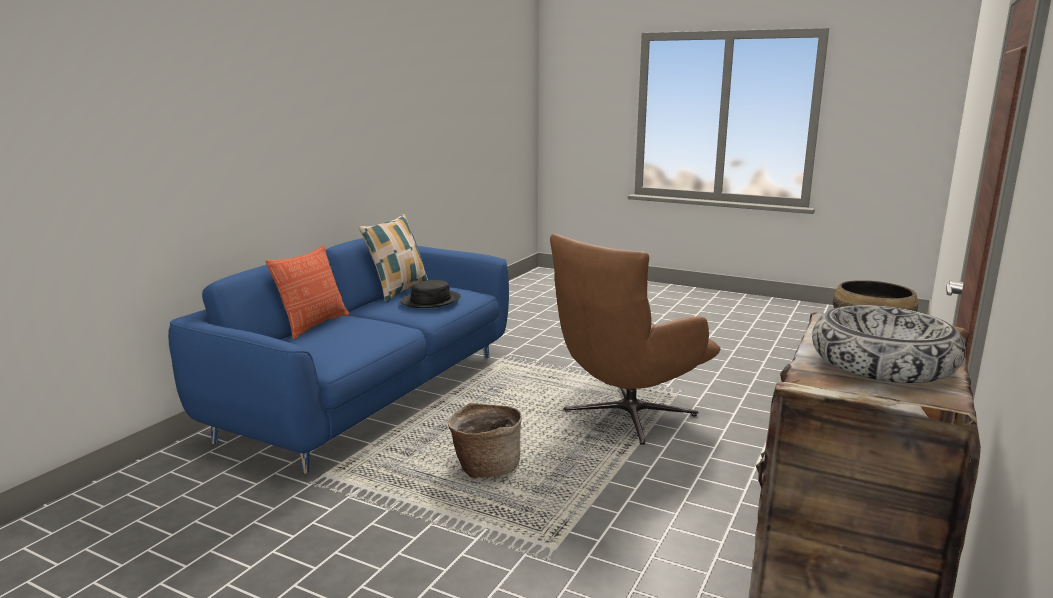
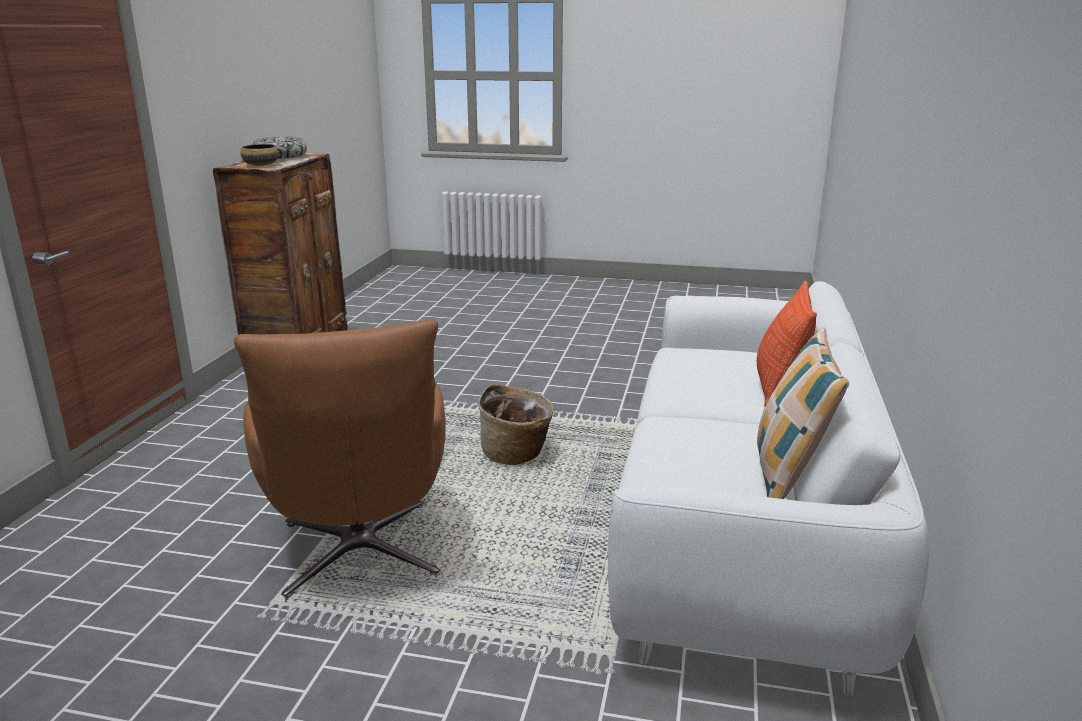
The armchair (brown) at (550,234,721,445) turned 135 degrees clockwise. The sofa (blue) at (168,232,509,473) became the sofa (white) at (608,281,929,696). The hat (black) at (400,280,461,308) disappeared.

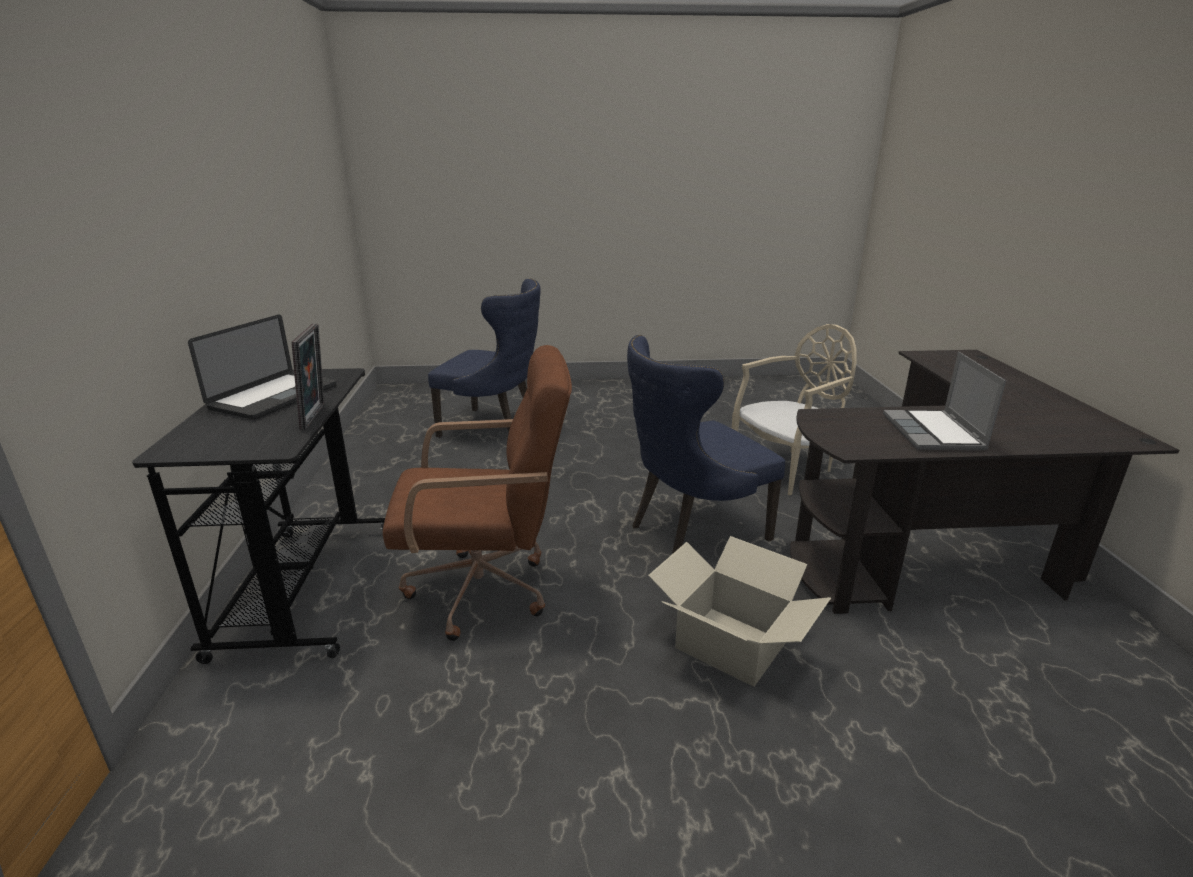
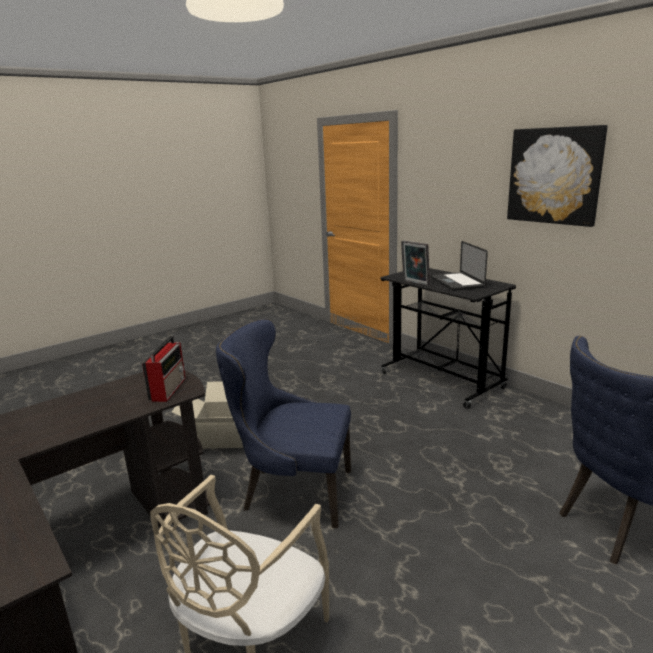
The radio at (142,336,186,402) appeared. The chair (blue) at (627,335,785,554) turned 105 degrees counterclockwise. The picture at (507,125,608,227) appeared. The office chair (brown) at (383,345,572,641) disappeared. The laptop at (883,352,1006,450) disappeared.

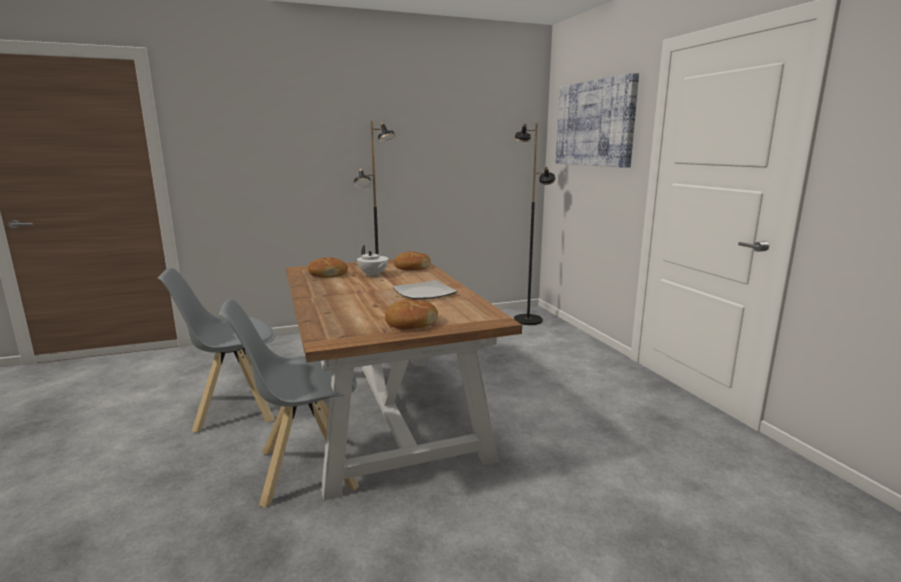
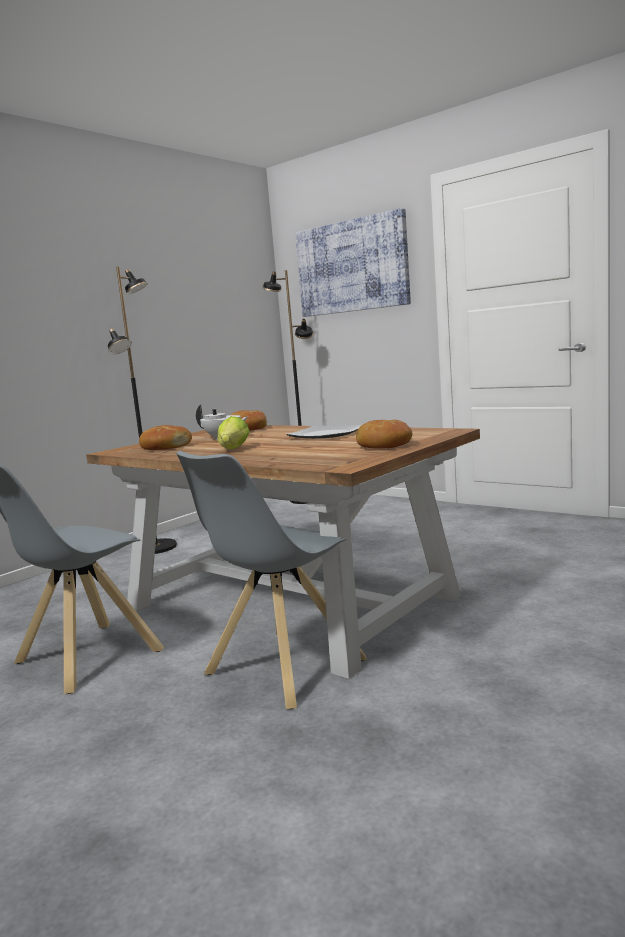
The lettuce at (218,416,250,449) appeared.

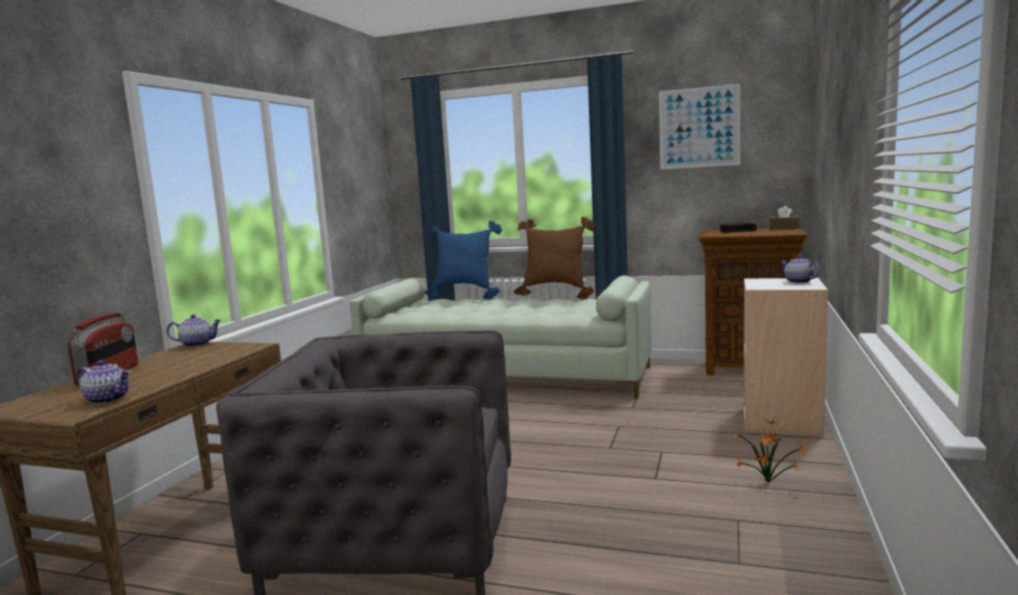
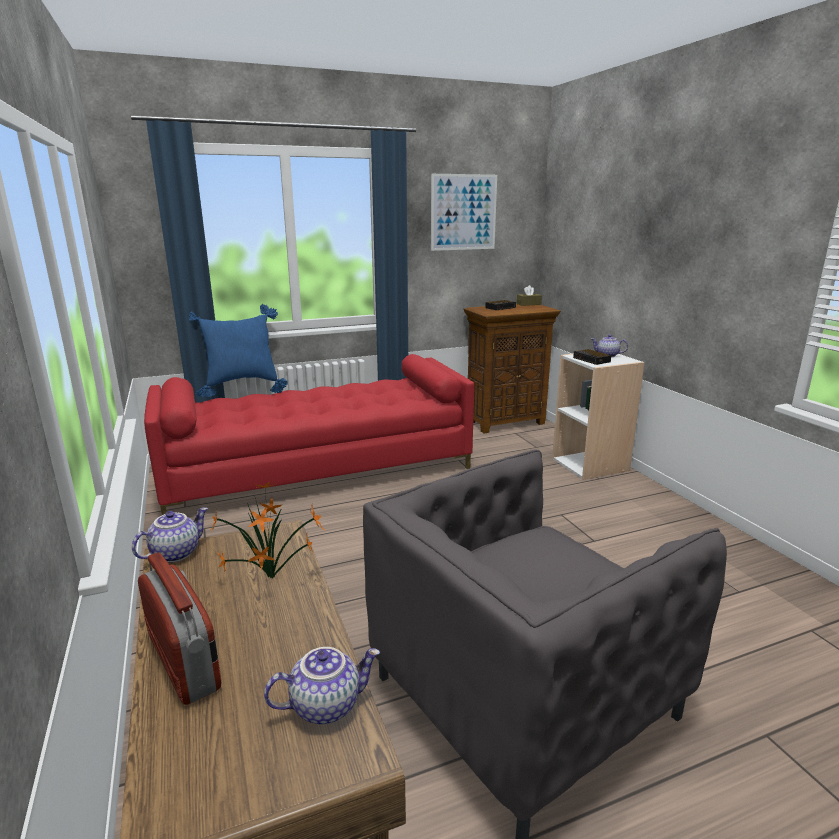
The sofa (white) at (350,275,652,399) became the sofa (red) at (144,354,474,515). The potted plant moved from (734,420,808,483) to (211,482,325,579). The alarm clock at (573,349,611,365) appeared. The pillow (brown) at (513,217,596,300) disappeared.

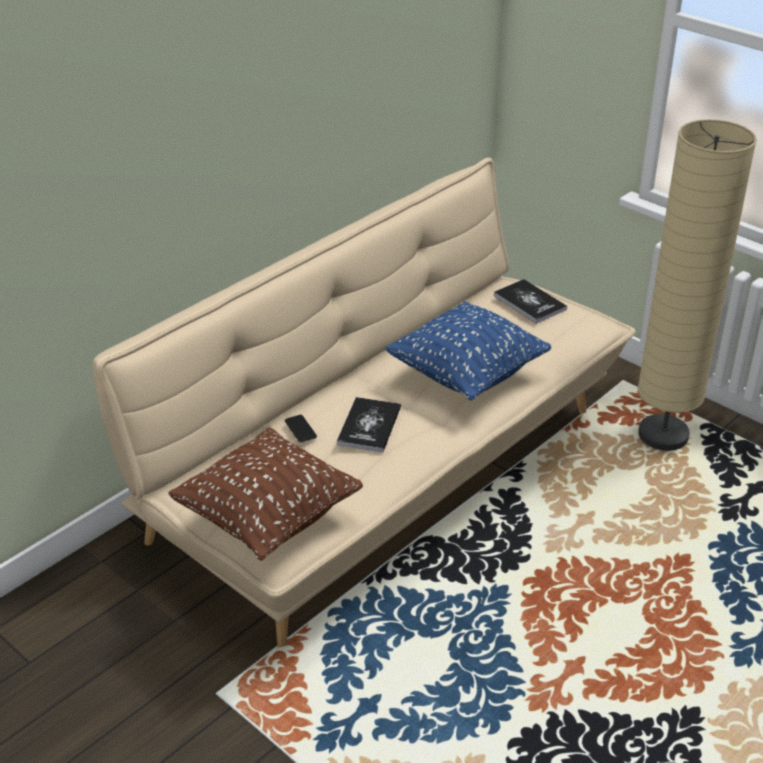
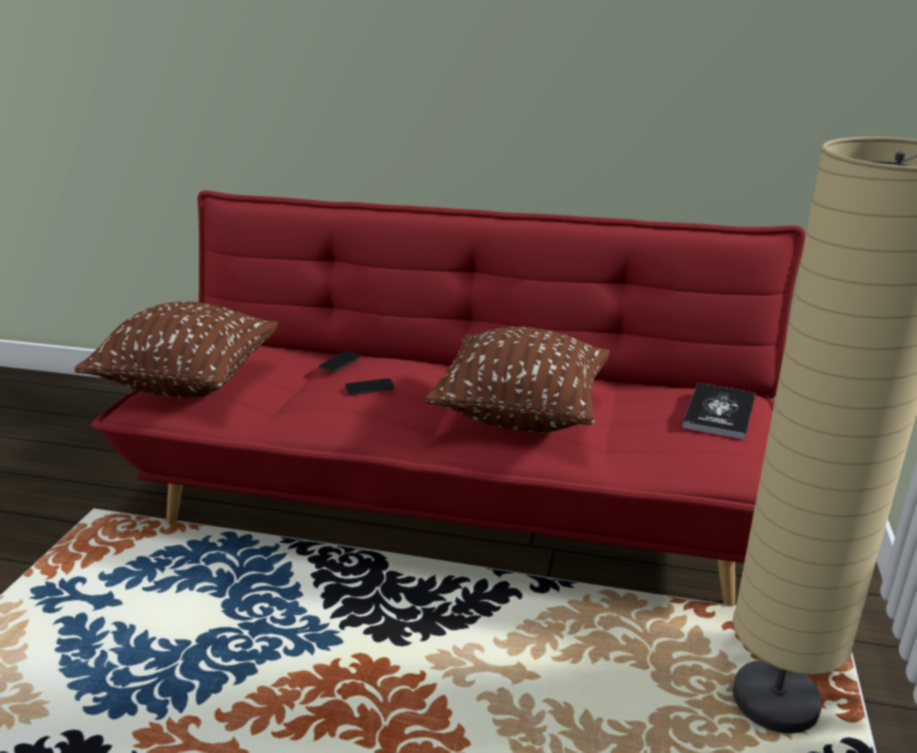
The sofa (beige) at (93,158,636,647) became the sofa (red) at (92,190,805,607). The book at (337,397,401,453) was replaced by the phone at (345,378,395,395). The pillow (blue) at (385,301,551,400) became the pillow (brown) at (425,327,609,432).

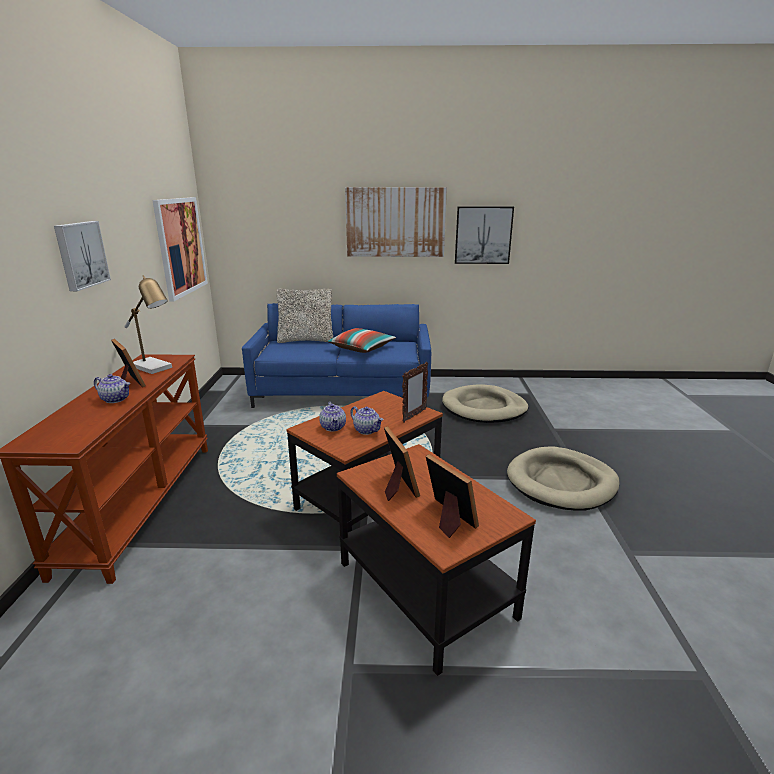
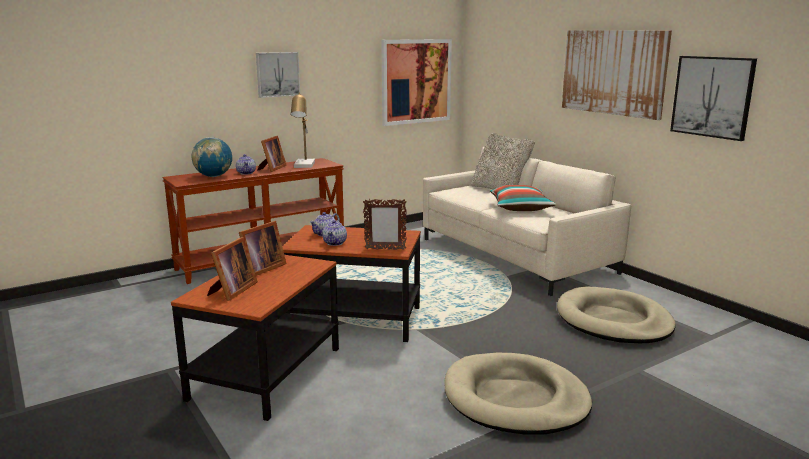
The globe at (192,137,232,177) appeared. The sofa (blue) at (242,303,431,408) became the sofa (beige) at (423,147,632,296).

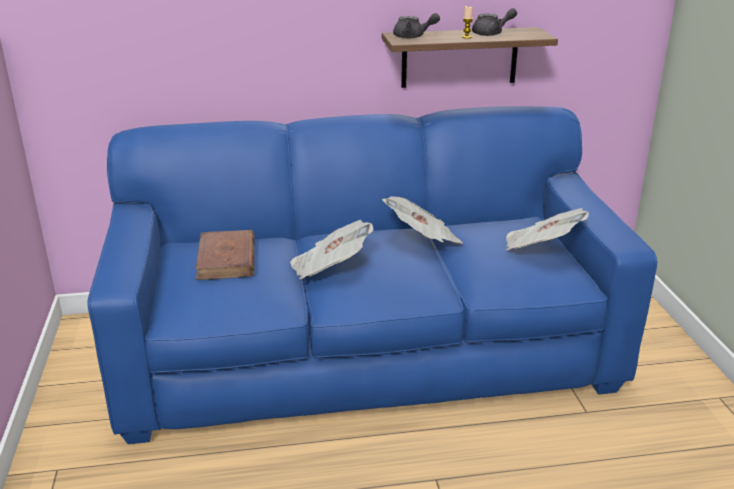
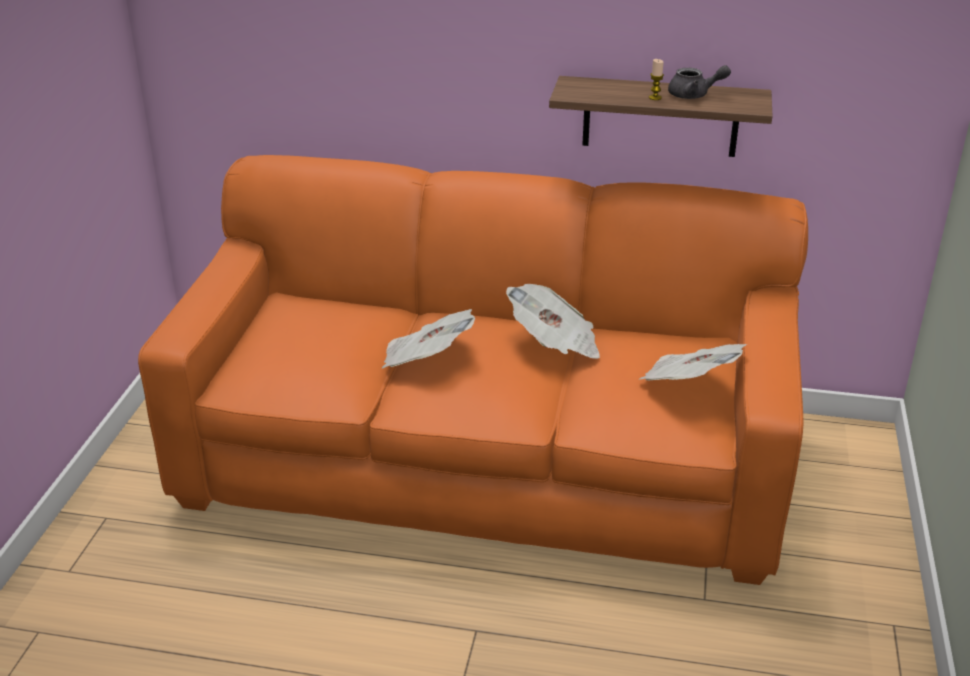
The sofa (blue) at (88,106,657,444) became the sofa (orange) at (138,155,808,585). The book (brown) at (196,230,254,280) disappeared. The teapot (grey) at (393,13,440,39) disappeared.

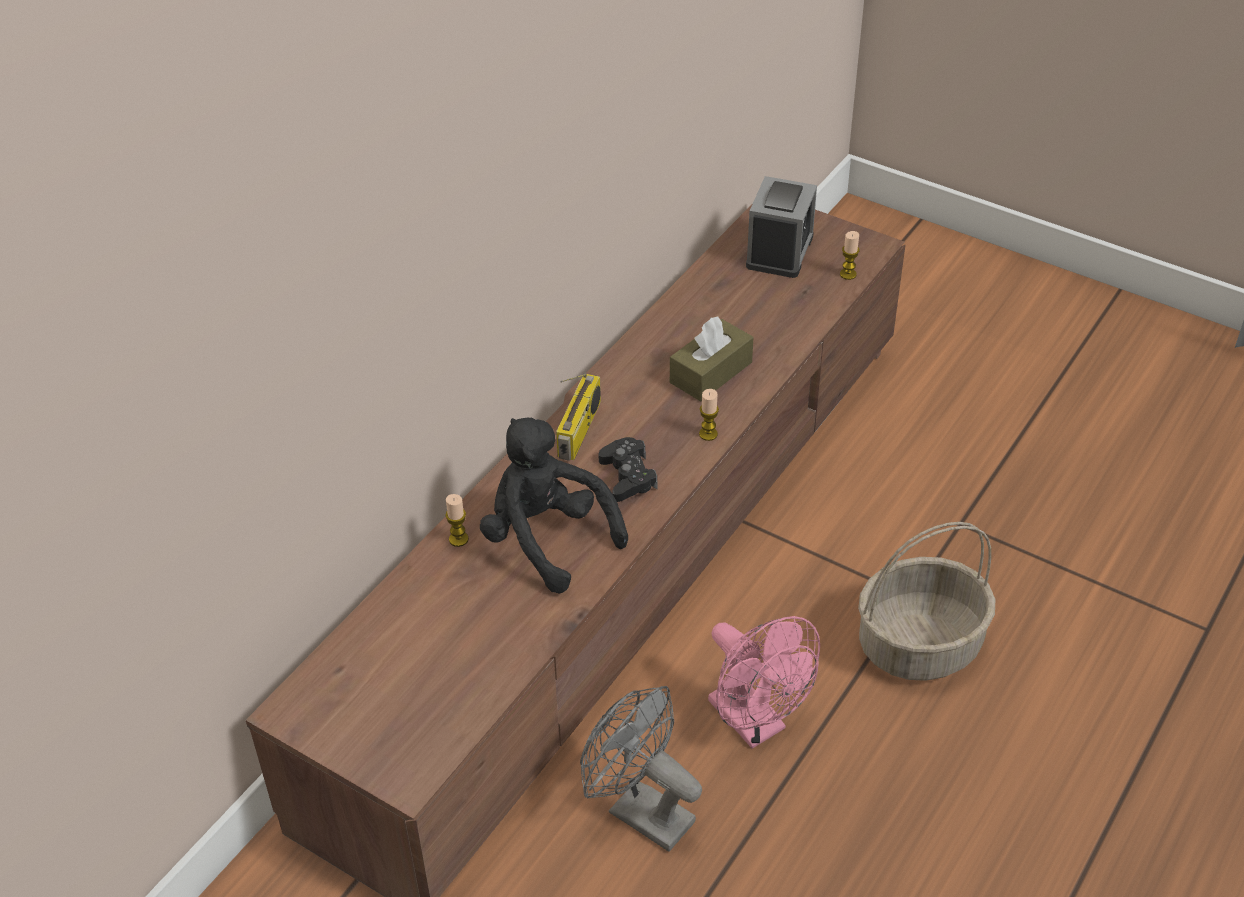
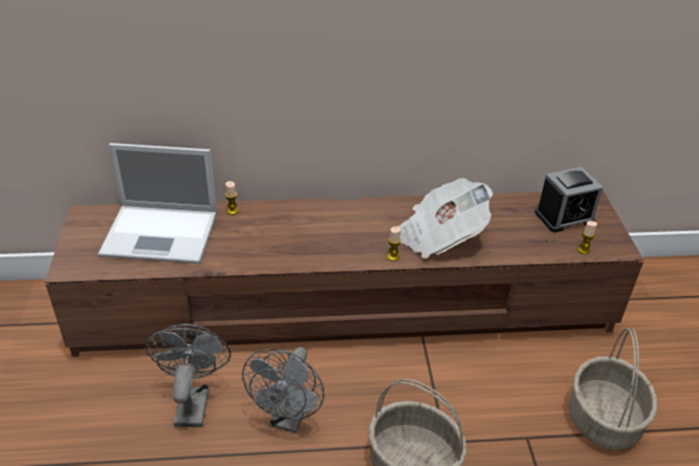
The laptop at (98,143,217,264) appeared. The fan (pink) at (708,616,820,749) became the fan (grey) at (242,347,324,433). The tissue box (brown) at (670,317,754,401) was replaced by the newspaper at (397,178,493,259). The basket at (569,328,657,450) appeared. The plush toy (black) at (480,417,628,594) disappeared. The radio at (556,373,601,461) disappeared. The game controller (black) at (598,437,658,502) disappeared.

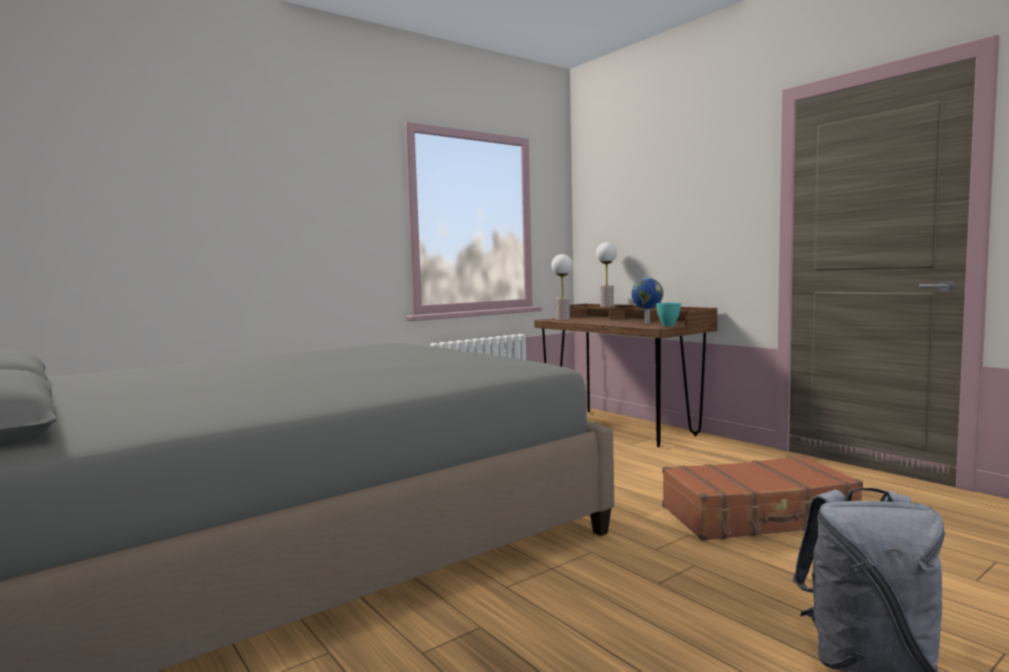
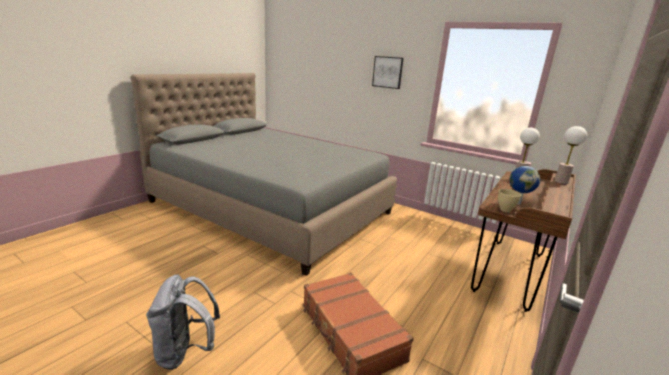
The picture at (372,56,404,89) appeared. The bowl (turquoise) at (656,303,681,326) became the bowl (beige) at (498,189,521,212).

